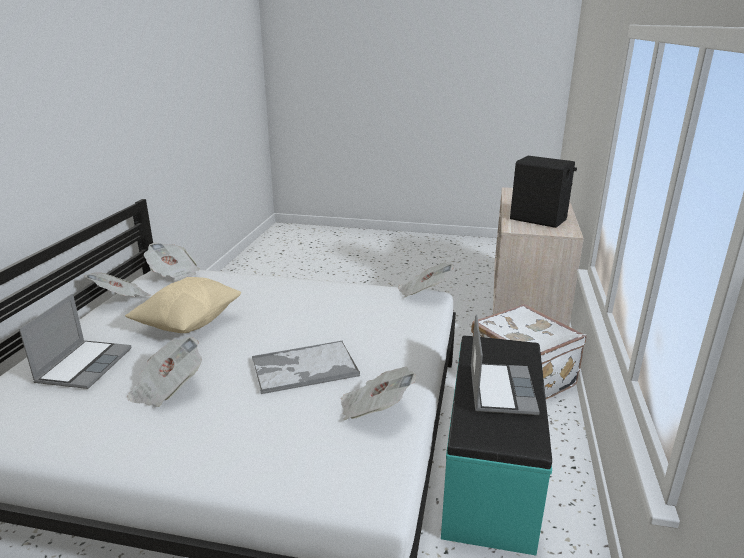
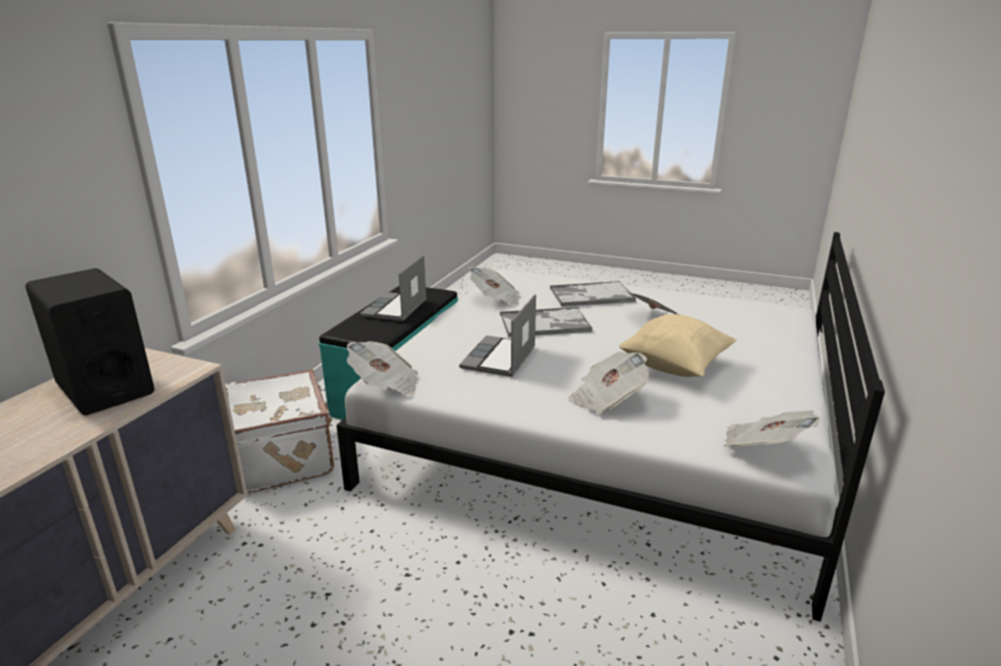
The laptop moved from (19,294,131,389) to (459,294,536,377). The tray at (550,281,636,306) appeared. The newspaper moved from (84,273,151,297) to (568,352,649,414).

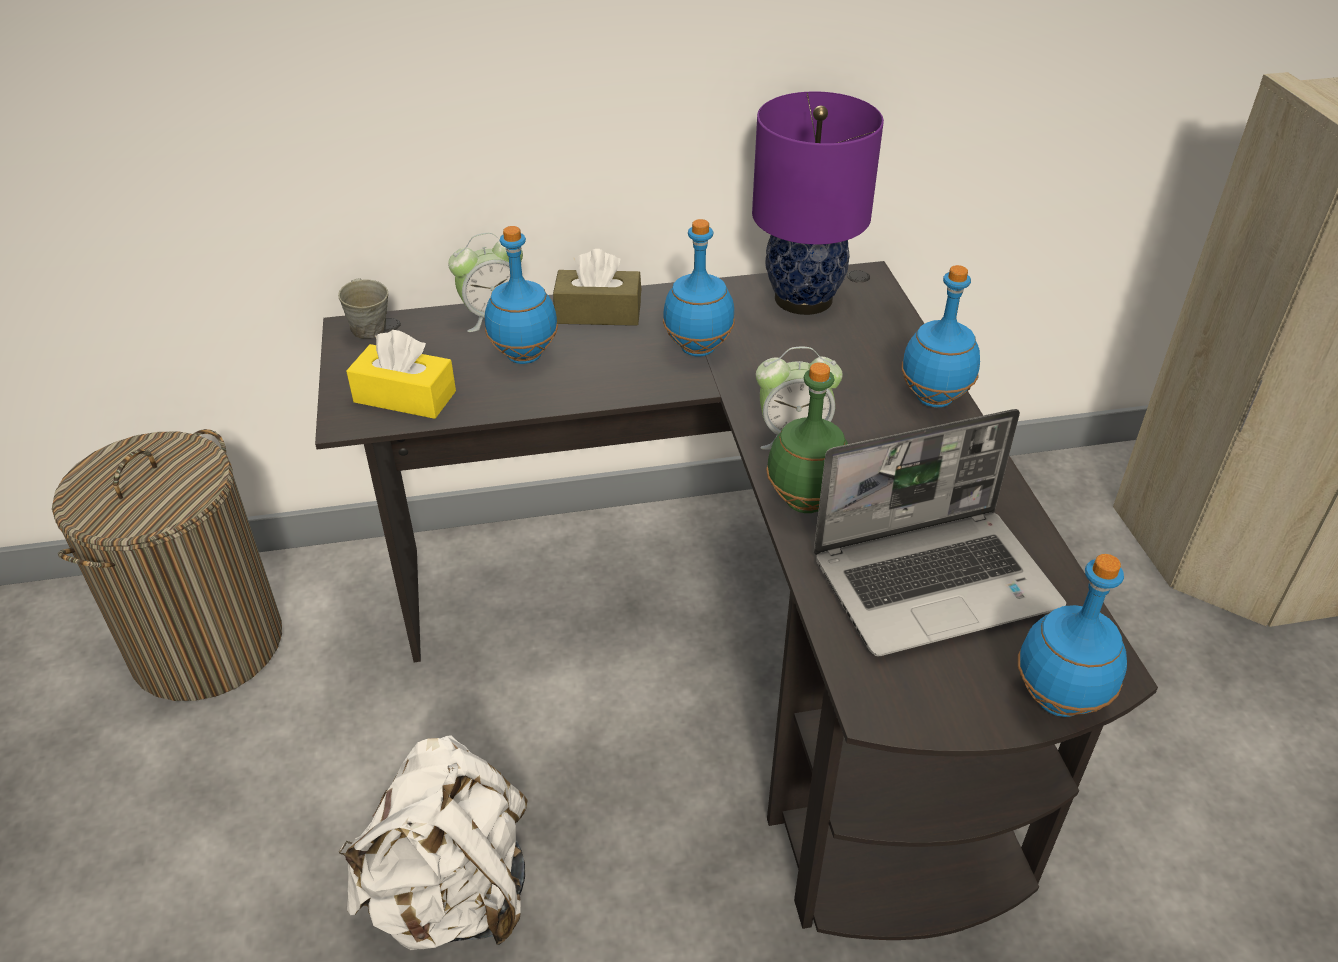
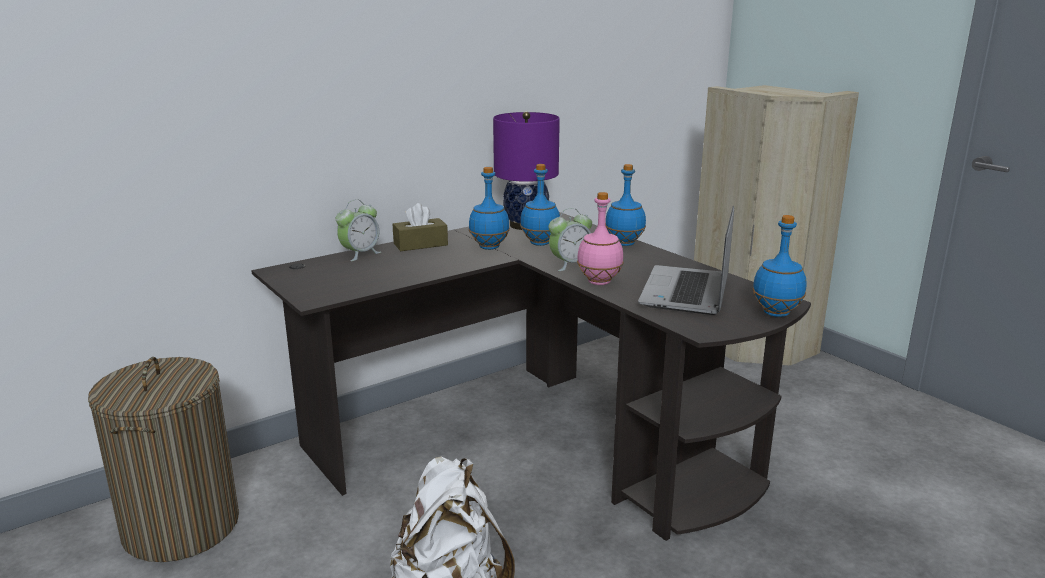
The bottle (blue) moved from (485,226,558,364) to (520,164,560,246). The bottle (green) at (766,362,848,513) became the bottle (pink) at (577,192,623,285). The laptop at (814,409,1066,656) turned 150 degrees clockwise. The mug (grey) at (338,278,388,339) disappeared. The tissue box (yellow) at (346,330,456,419) disappeared.

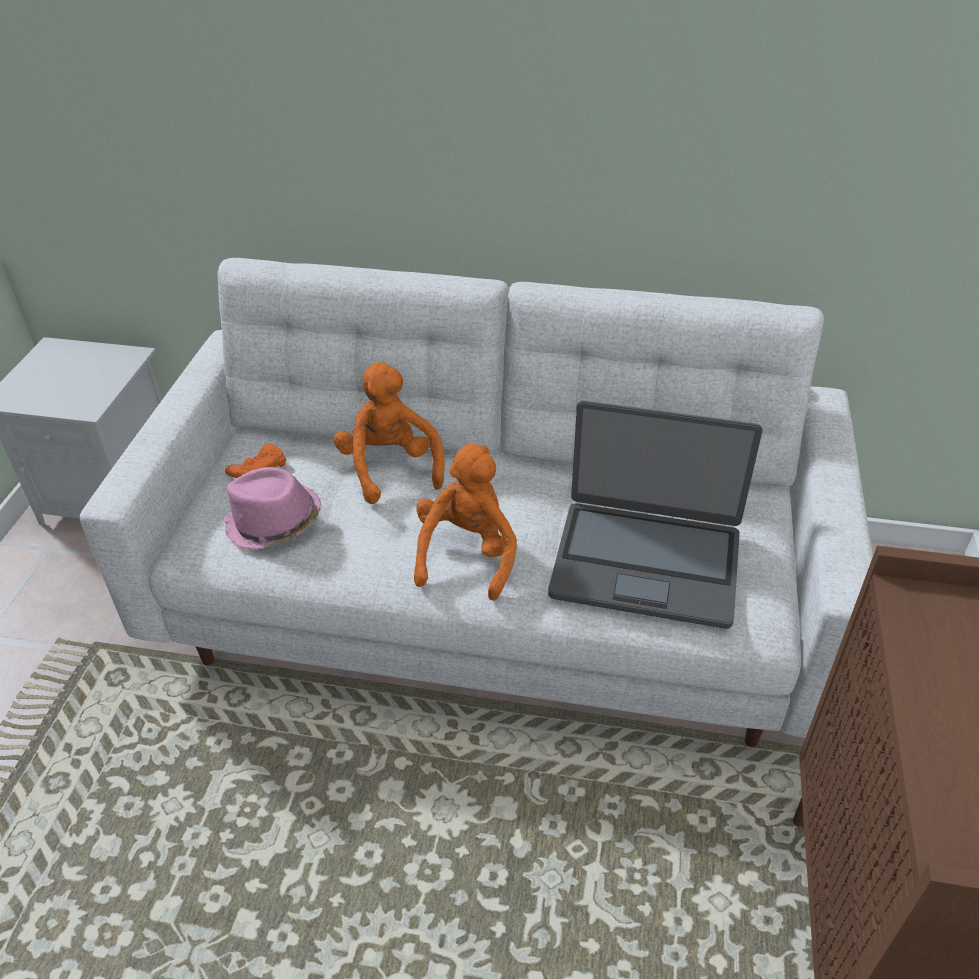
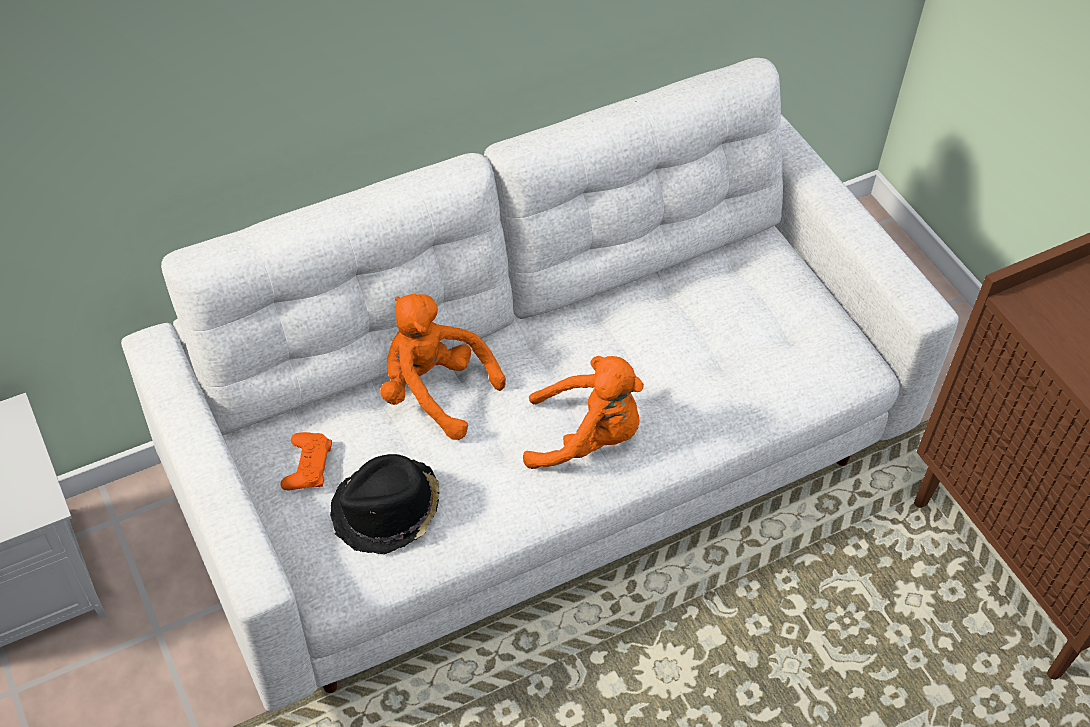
The hat (pink) at (224,467,321,550) became the hat (black) at (330,454,439,554). The plush toy (orange) at (414,444,517,601) turned 120 degrees clockwise. The laptop at (548,401,762,629) disappeared.

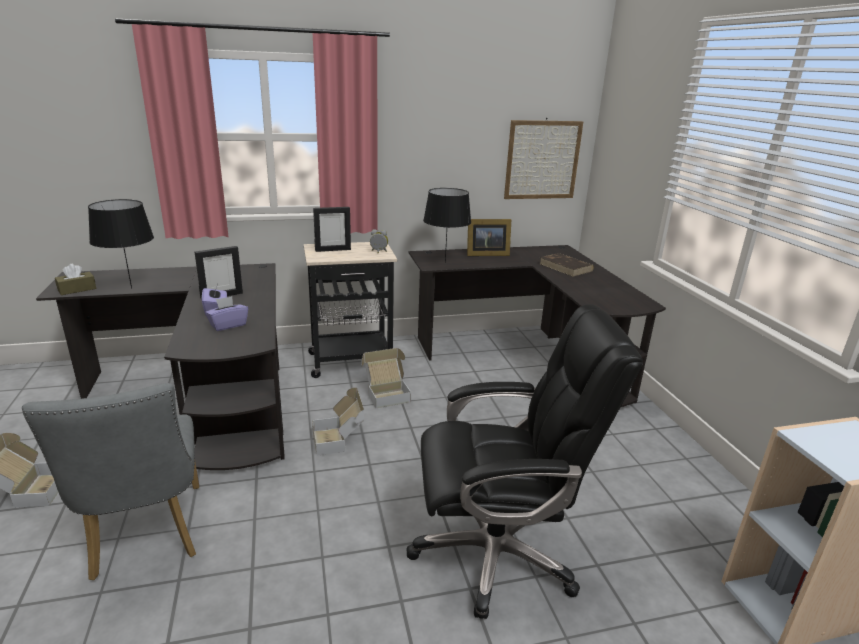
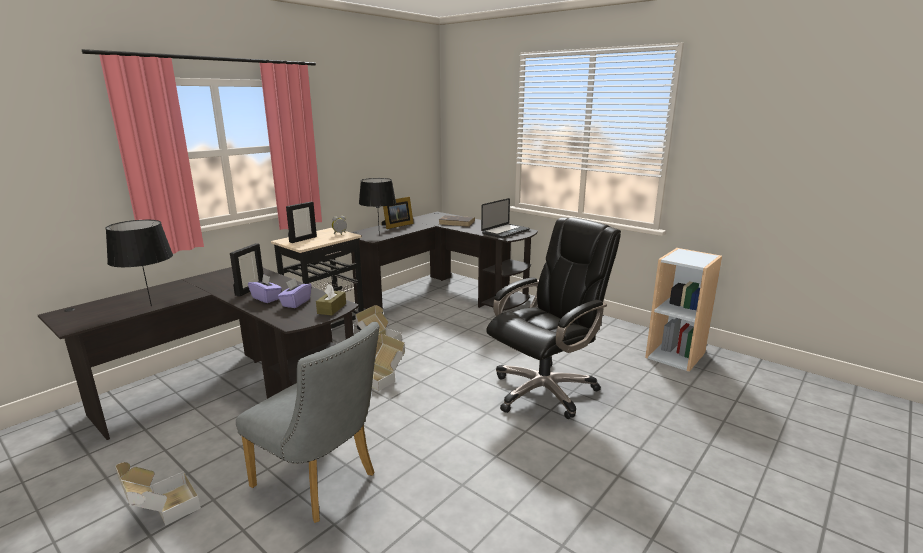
The tissue box (brown) moved from (55,264,97,295) to (316,284,346,316). The laptop at (481,198,530,238) appeared. The picture at (504,118,583,199) disappeared.

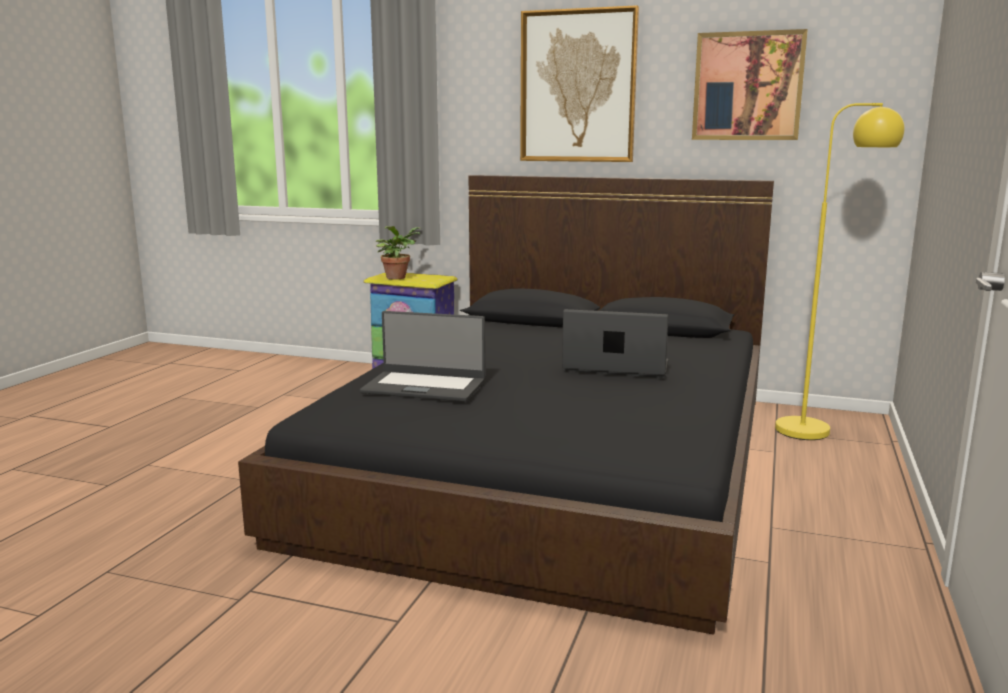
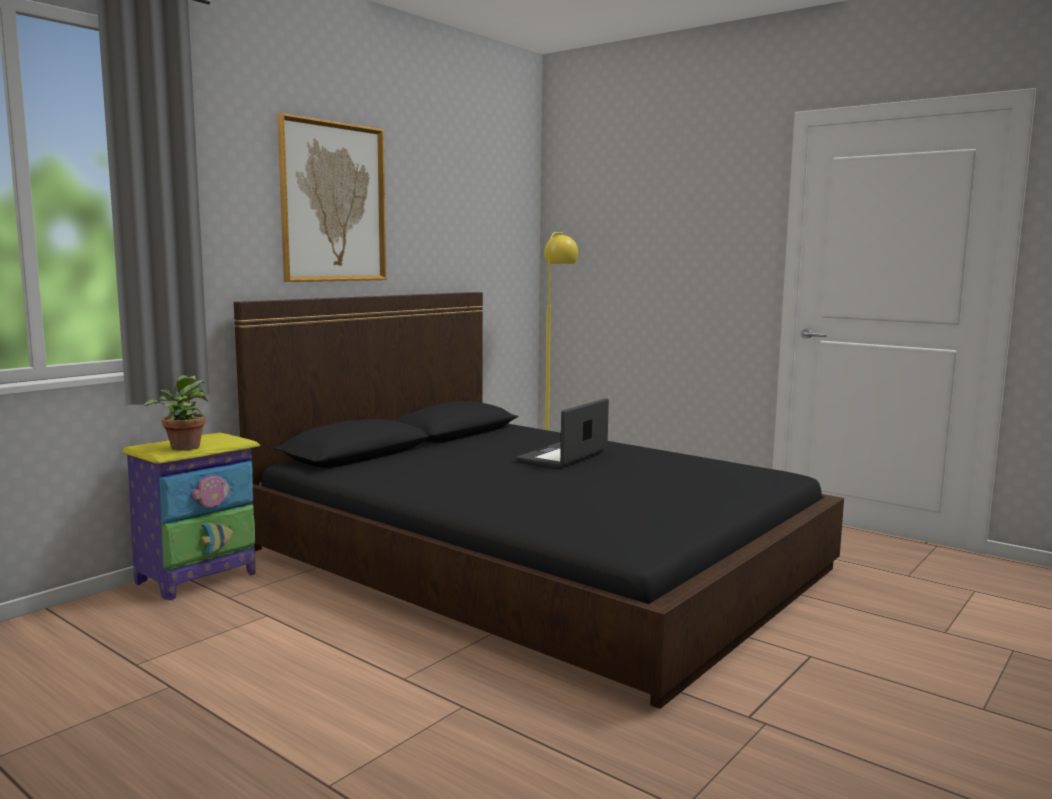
The laptop at (360,311,485,402) disappeared. The picture at (692,29,808,140) disappeared.

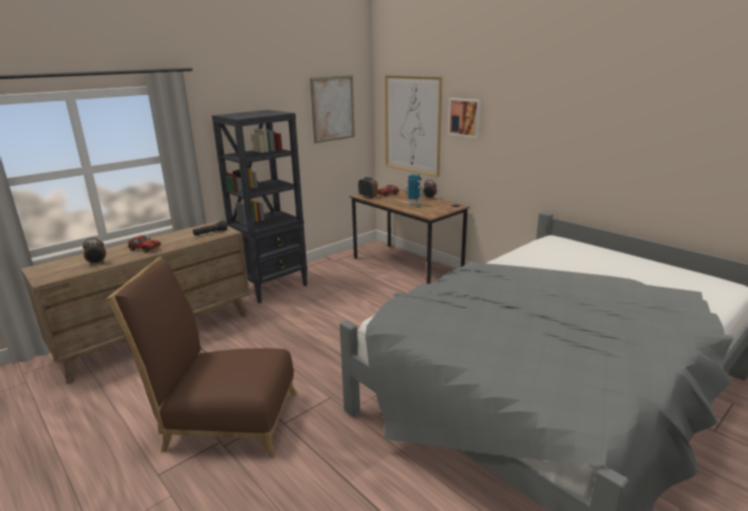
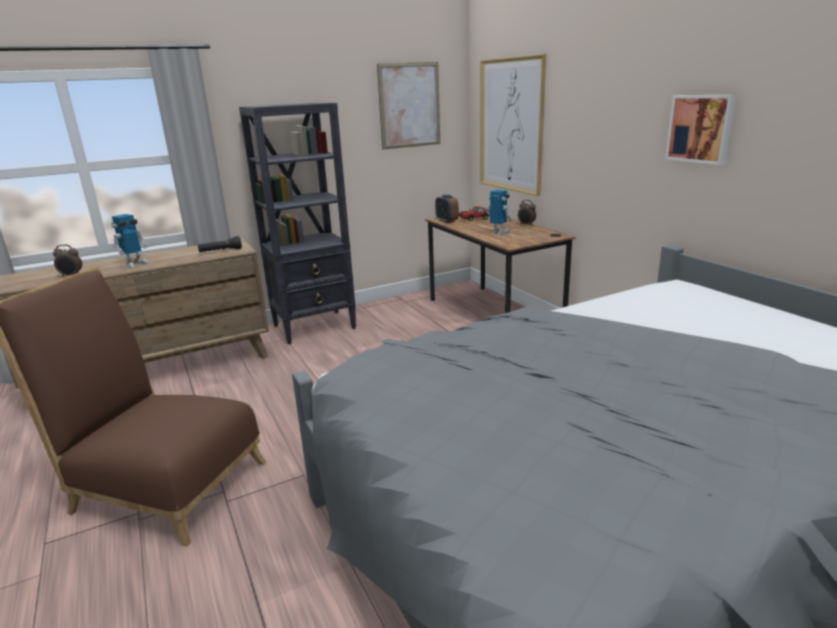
The toy car at (128,236,161,253) was replaced by the toy robot at (112,214,149,268). The picture moved from (448,98,481,138) to (665,95,736,165).

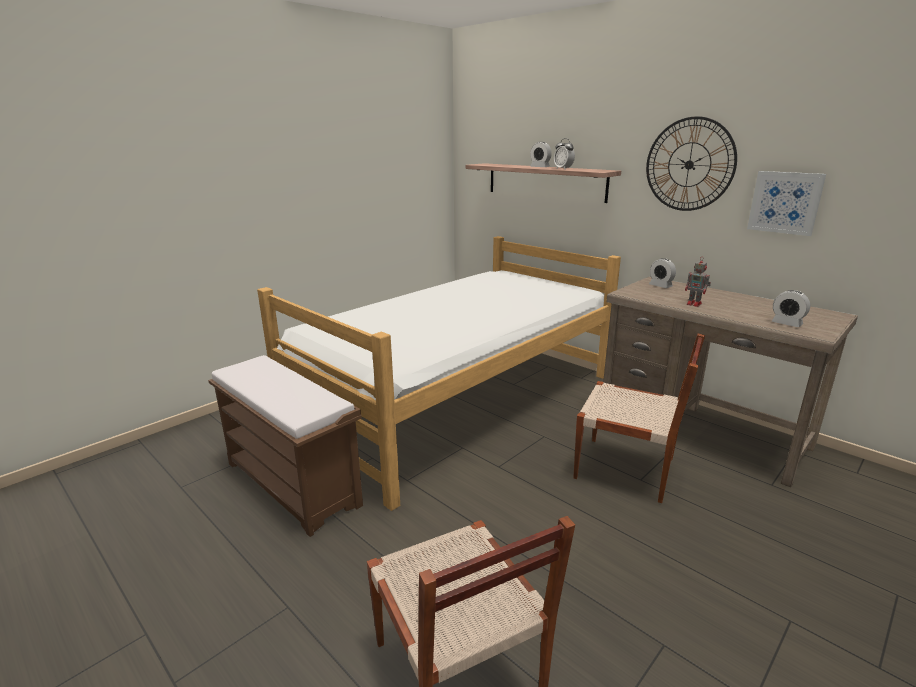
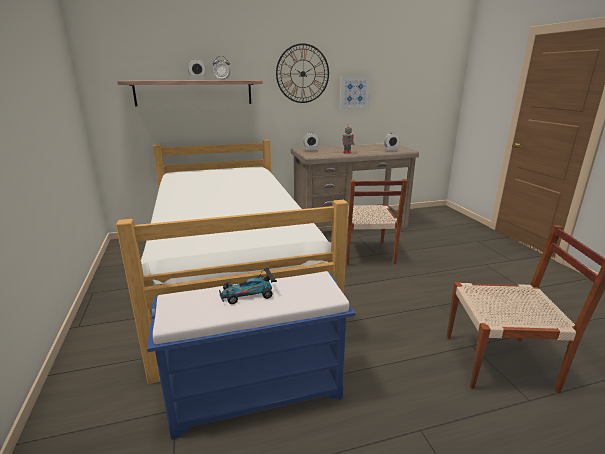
The bench (brown) at (208,355,363,537) became the bench (blue) at (147,271,355,439). The toy car at (219,268,277,304) appeared. The chair at (573,333,705,503) turned 120 degrees clockwise.

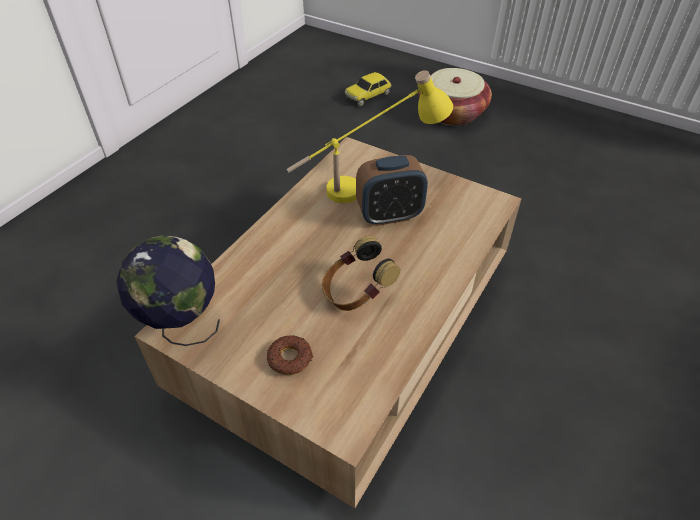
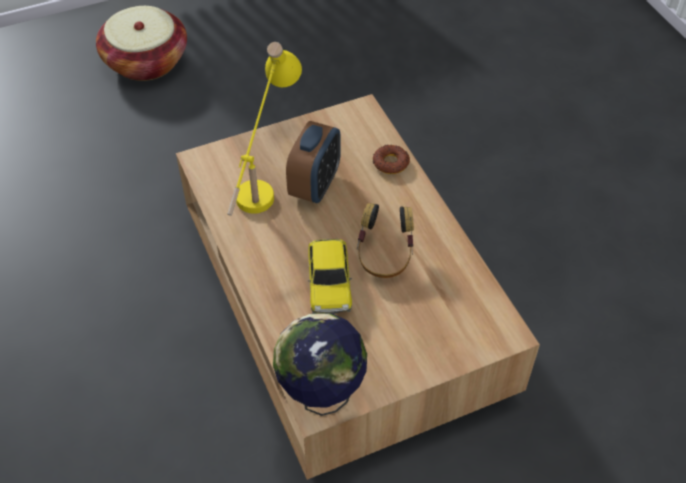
The toy car moved from (345,72,392,106) to (308,239,352,314). The donut moved from (267,335,313,375) to (373,145,410,174).

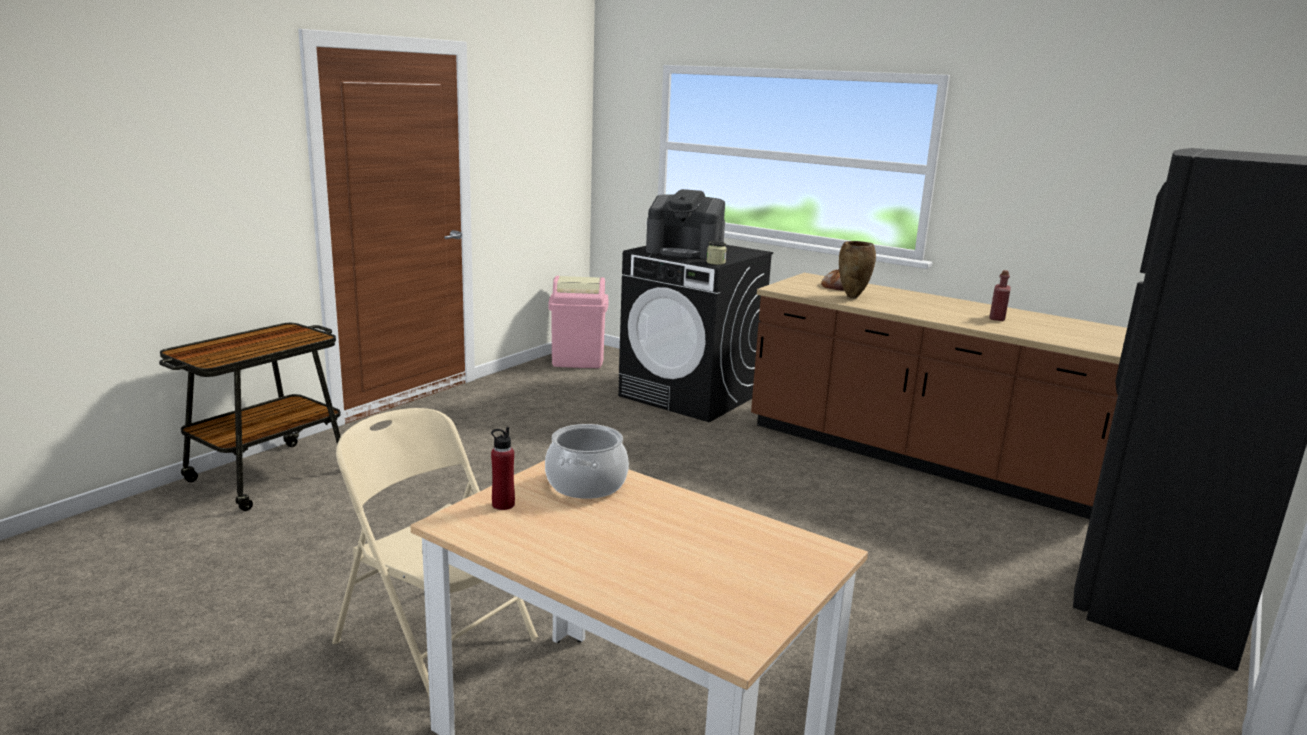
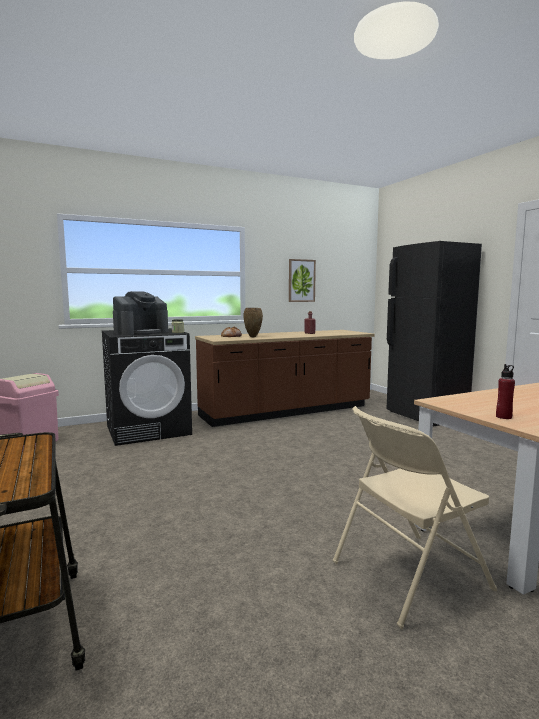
The picture at (289,259,316,302) appeared. The cooking pot at (545,424,629,499) disappeared.

